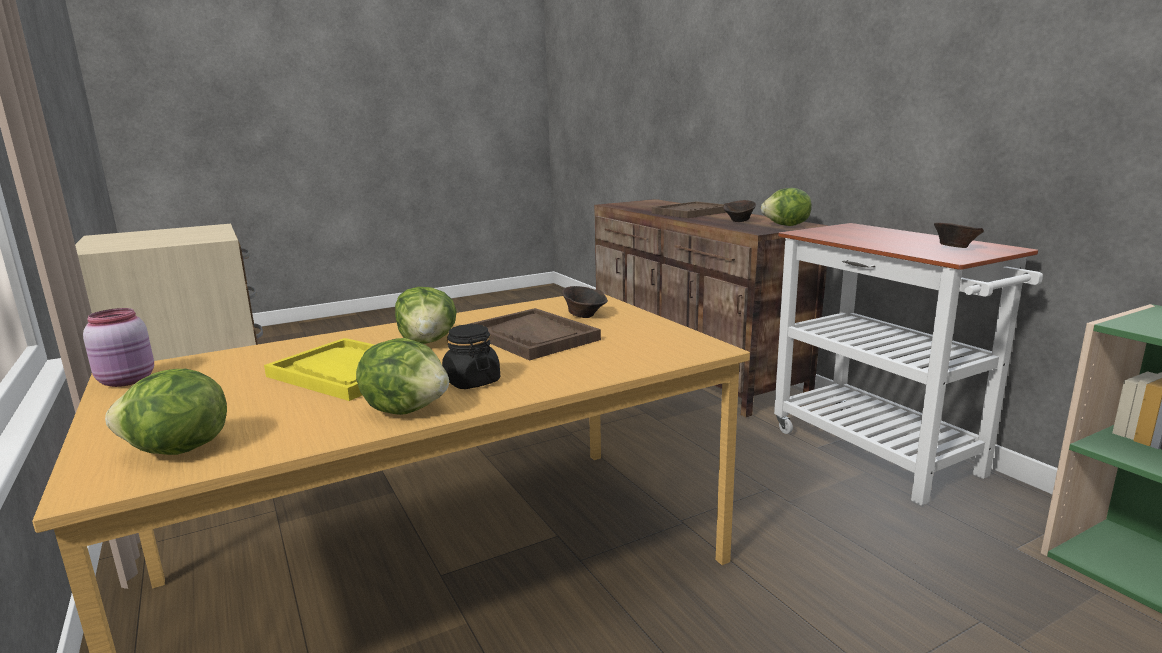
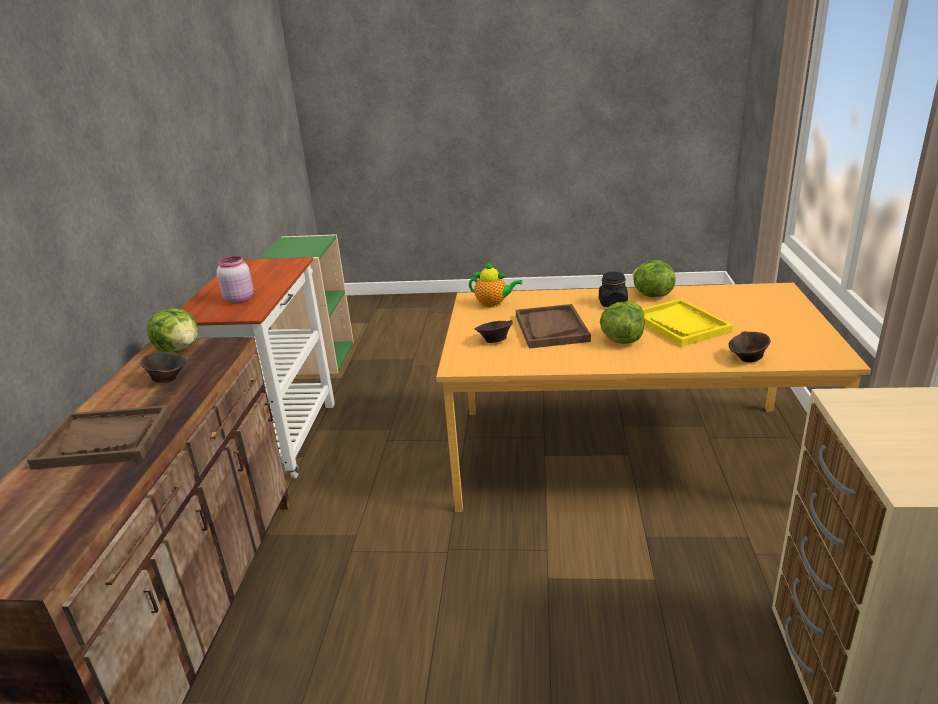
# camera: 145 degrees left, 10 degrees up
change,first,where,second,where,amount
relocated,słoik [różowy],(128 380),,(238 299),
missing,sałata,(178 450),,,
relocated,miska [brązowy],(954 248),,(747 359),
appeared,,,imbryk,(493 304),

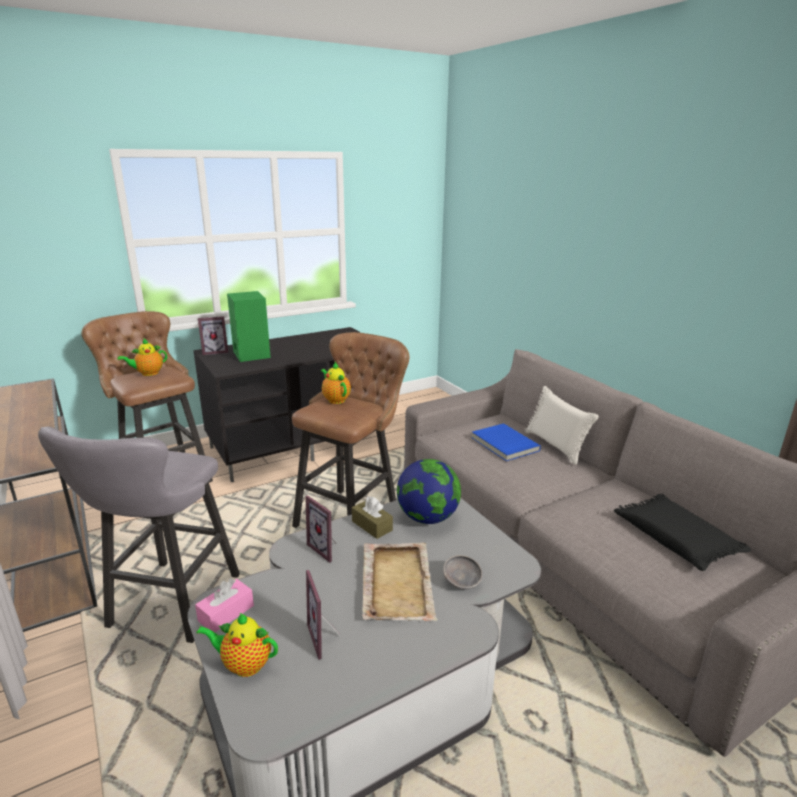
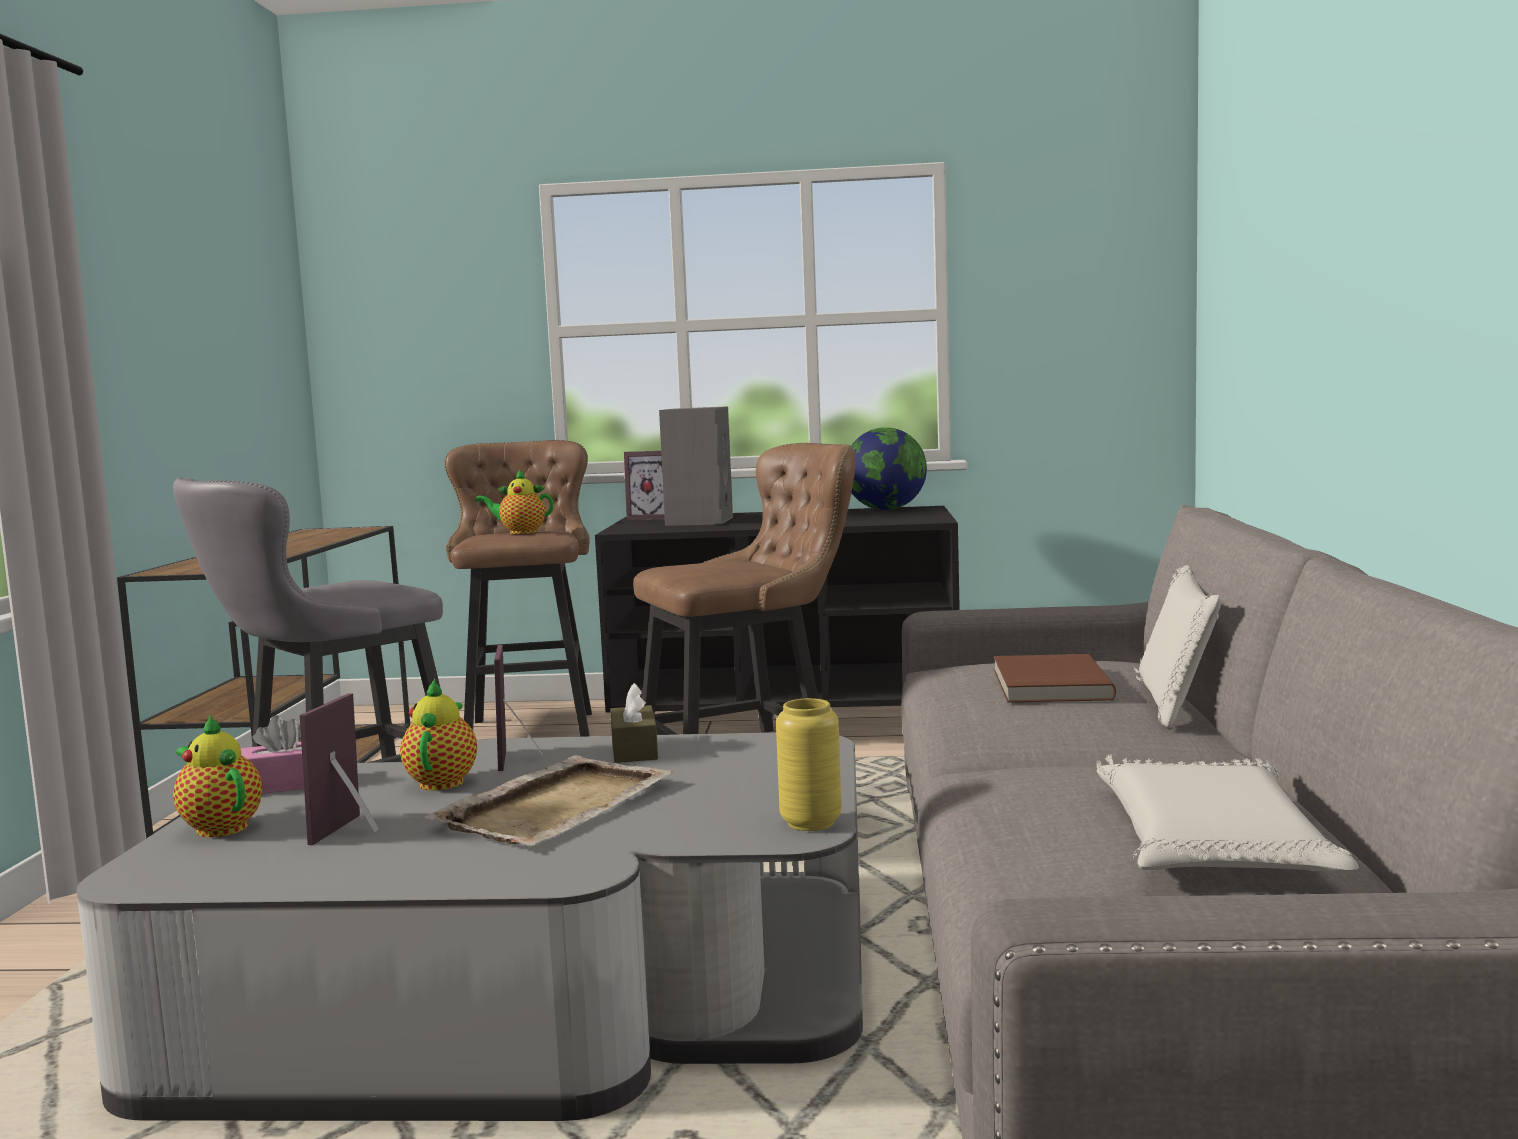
# camera: 35 degrees right, 15 degrees down
change,first,where,second,where,amount
colour,głośnik [zielony],(250 354),głośnik [szary],(698 521),
relocated,imbryk,(335 399),,(443 781),
relocated,globus,(427 518),,(886 509),
missing,miska [szary],(462 583),,,
colour,książka [niebieski],(503 444),książka [brązowy],(1048 685),
colour,poduszka [czarny],(676 536),poduszka [biały],(1211 837),
appeared,,,wazon [żółty],(811 823),

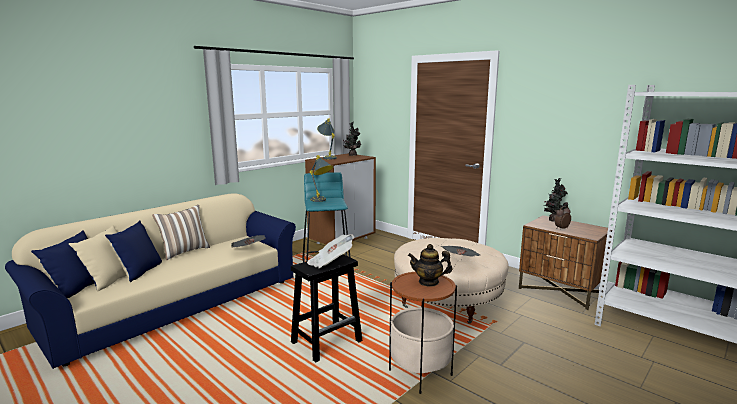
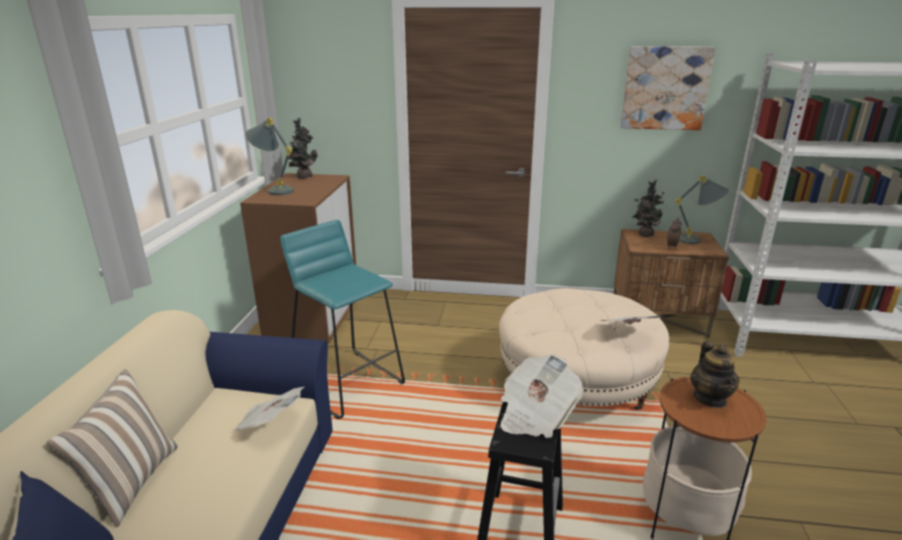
# camera: 35 degrees left, 10 degrees up
change,first,where,second,where,amount
relocated,lampa stołowa [szary],(321 201),,(697 241),
spun,imbryk,(429 282),,(710 398),60 degrees counterclockwise
appeared,,,obraz,(665 88),

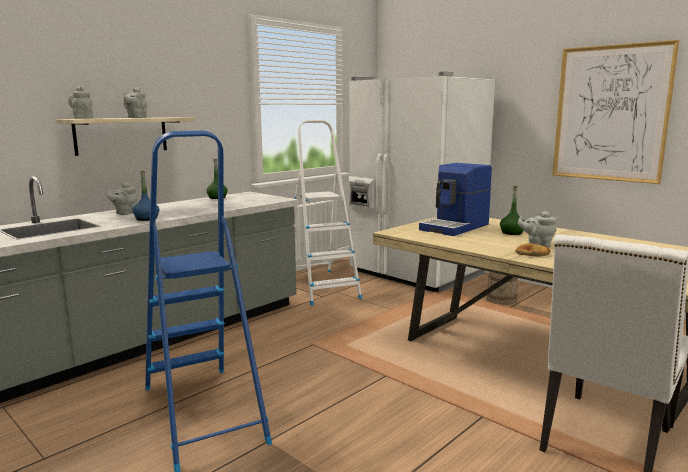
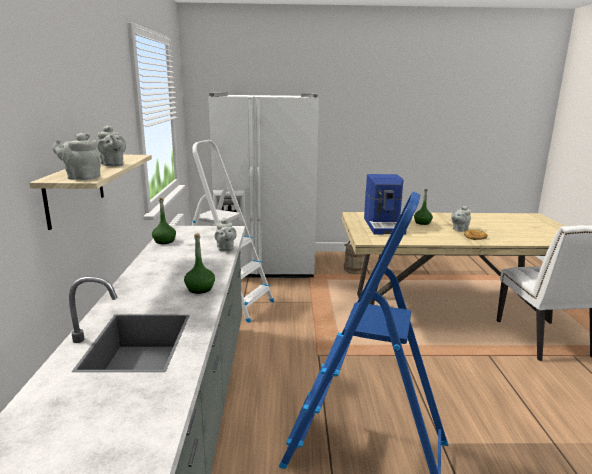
# camera: 45 degrees left, 5 degrees up
change,first,where,second,where,amount
relocated,imbryk [szary],(125 213),,(225 249),
colour,butelka [niebieski],(146 219),butelka [zielony],(200 289),
missing,obraz,(610 113),,,

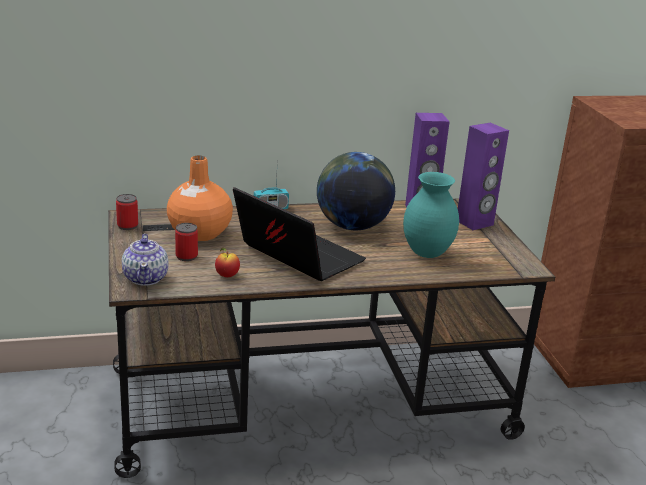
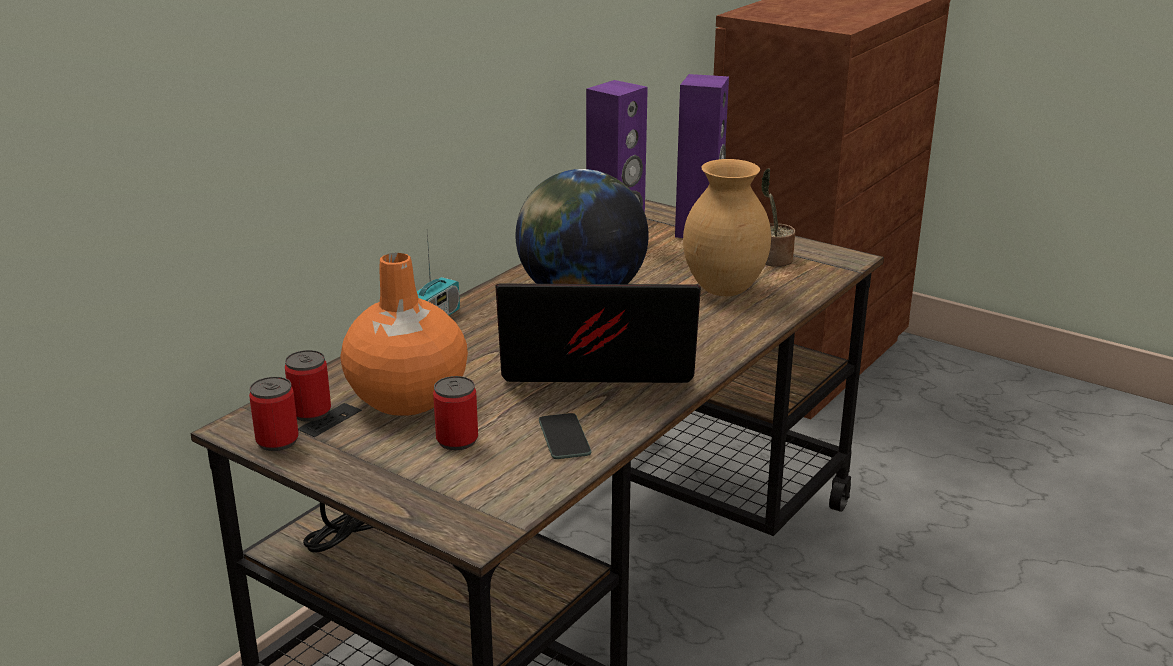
# camera: 40 degrees left, 0 degrees up
change,first,where,second,where,amount
missing,imbryk,(146 278),,,
exchanged,jabłko,(227 275),telefon,(564 437),
colour,wazon [turkusowy],(427 253),wazon [brązowy],(725 290),
appeared,,,puszka,(311 412),
appeared,,,roślina doniczkowa,(772 260),

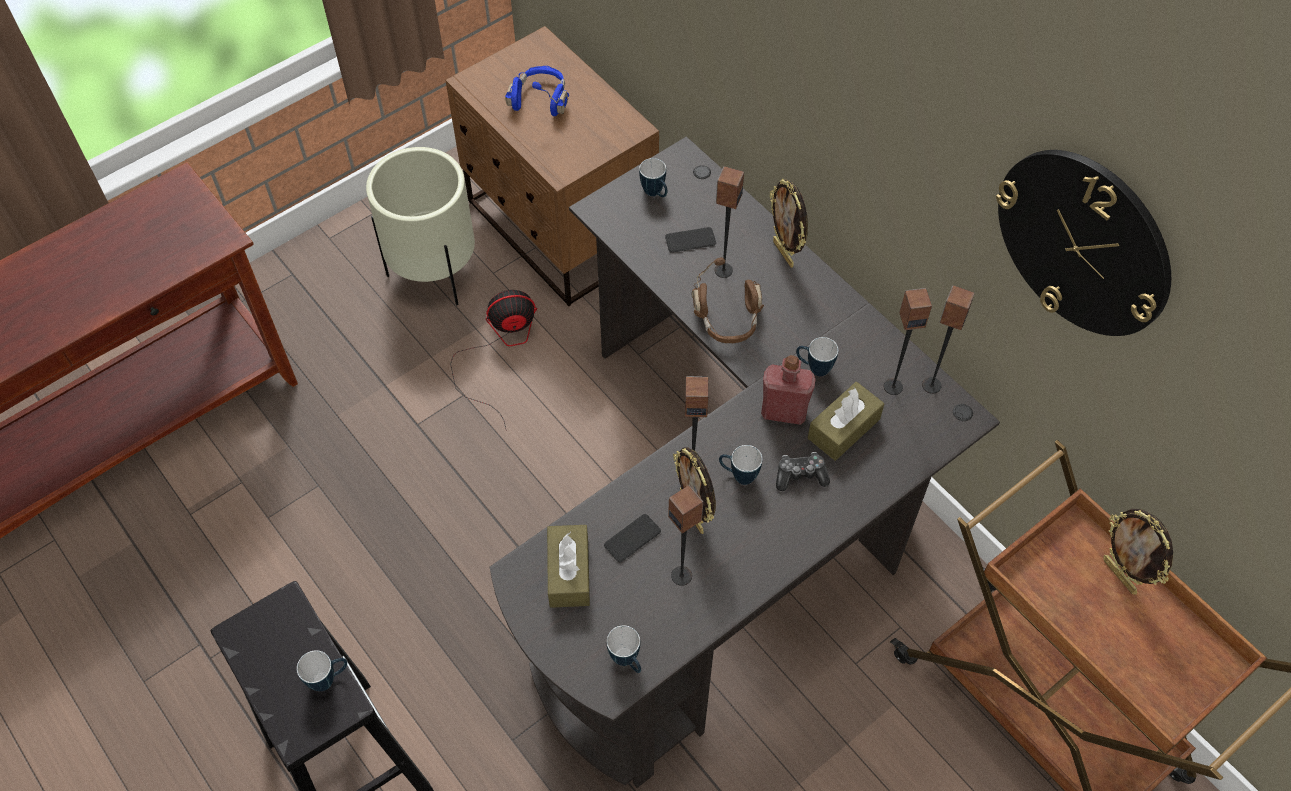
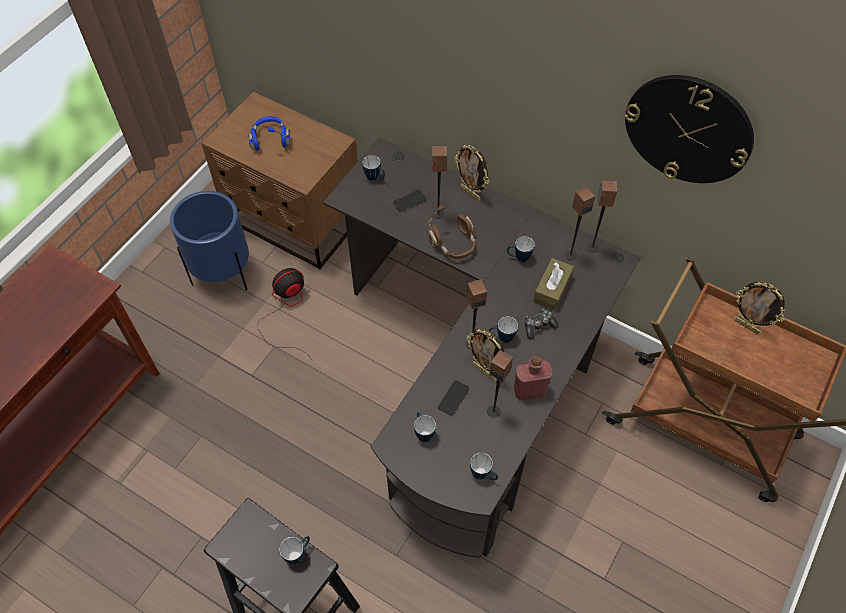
# camera: 20 degrees left, 0 degrees up
change,first,where,second,where,amount
colour,donica [beżowy],(434 273),donica [niebieski],(222 274),
exchanged,pudełko chusteczek [brązowy],(569 572),kubek,(423 432),
relocated,butelka [czerwony],(783 411),,(529 390),

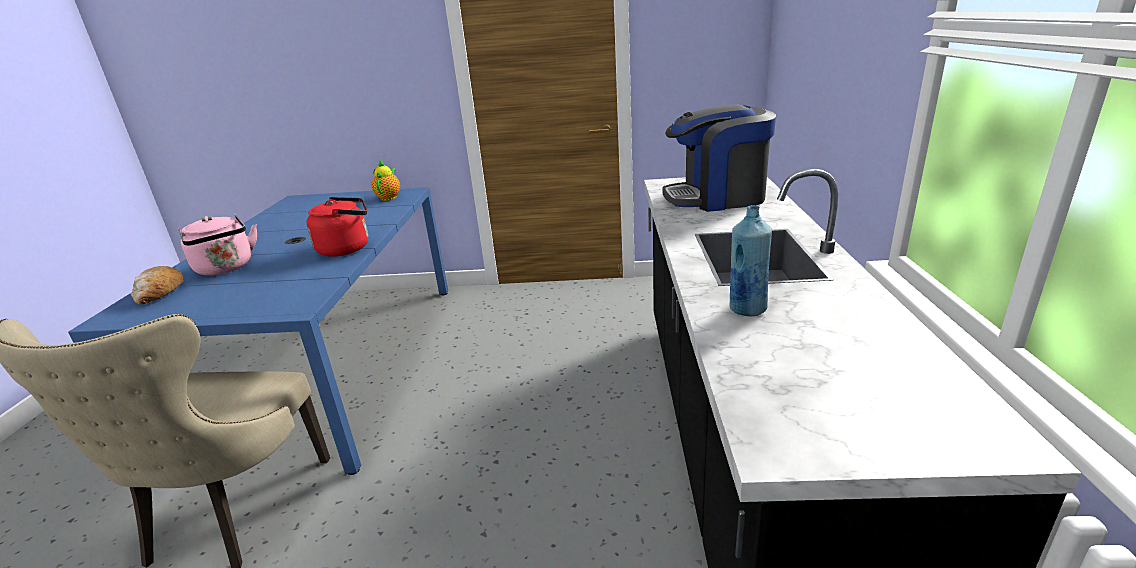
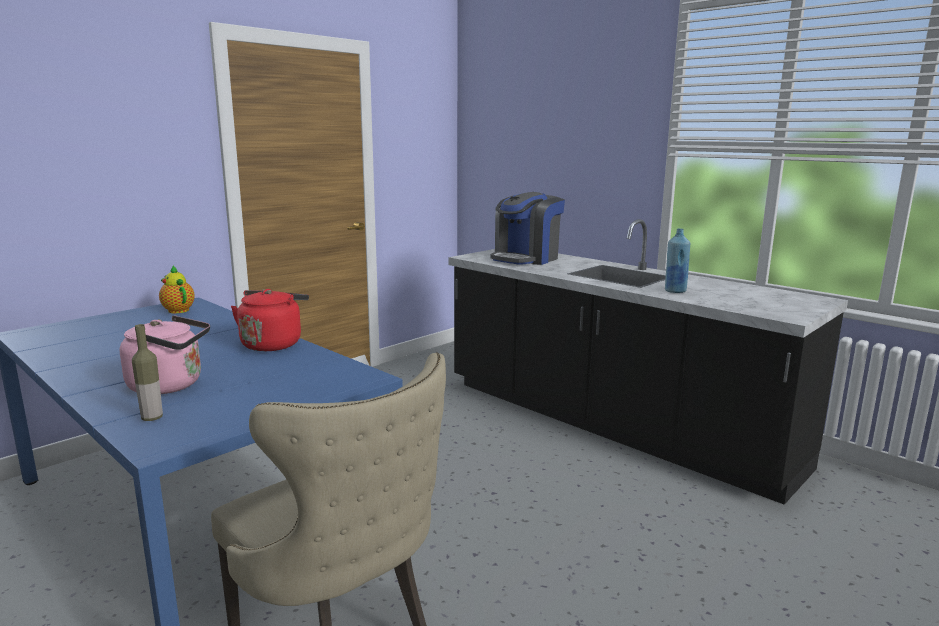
# camera: 50 degrees left, 10 degrees down
change,first,where,second,where,amount
exchanged,chleb,(159 293),butelka,(152 418),

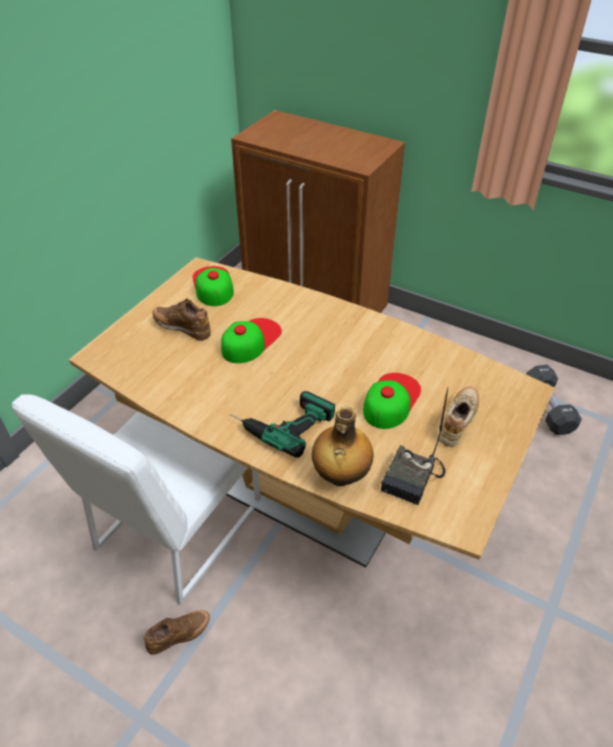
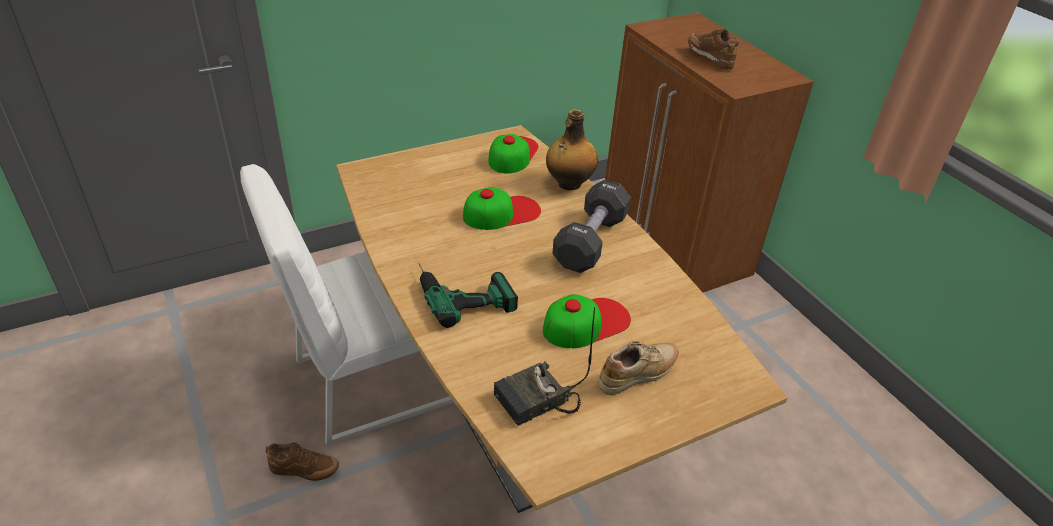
# camera: 30 degrees right, 5 degrees down
change,first,where,second,where,amount
relocated,but [brązowy],(182 328),,(709 58),
relocated,butelka,(340 476),,(568 184),
relocated,hantel [czarny],(548 408),,(590 241),

